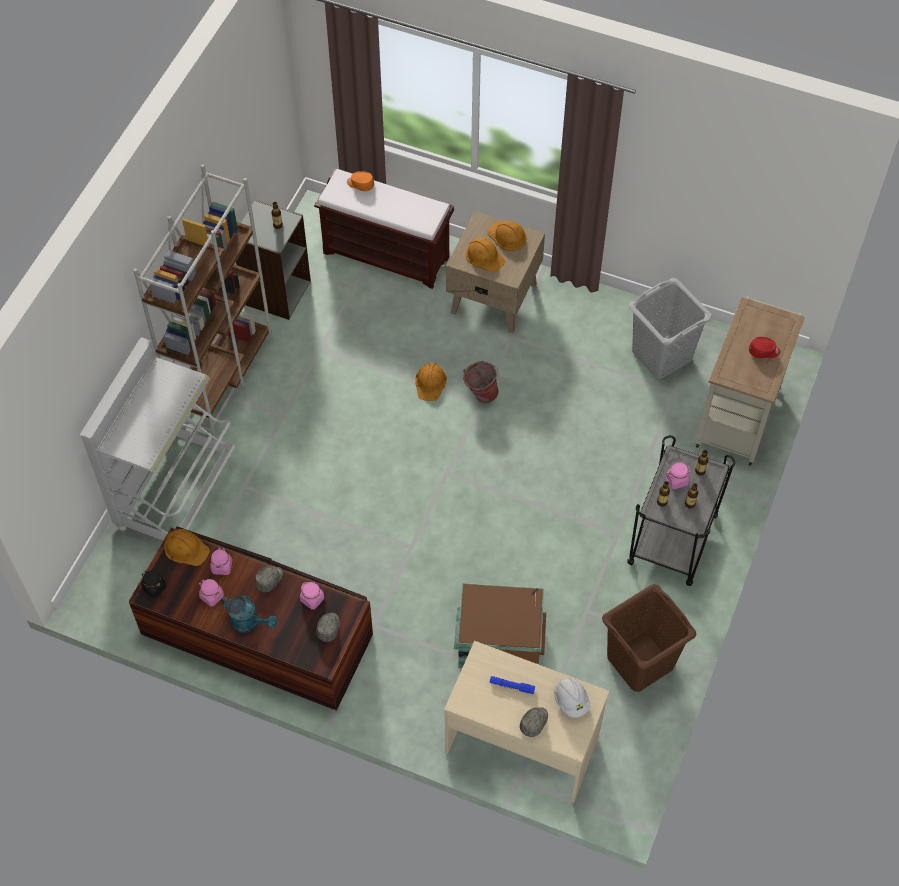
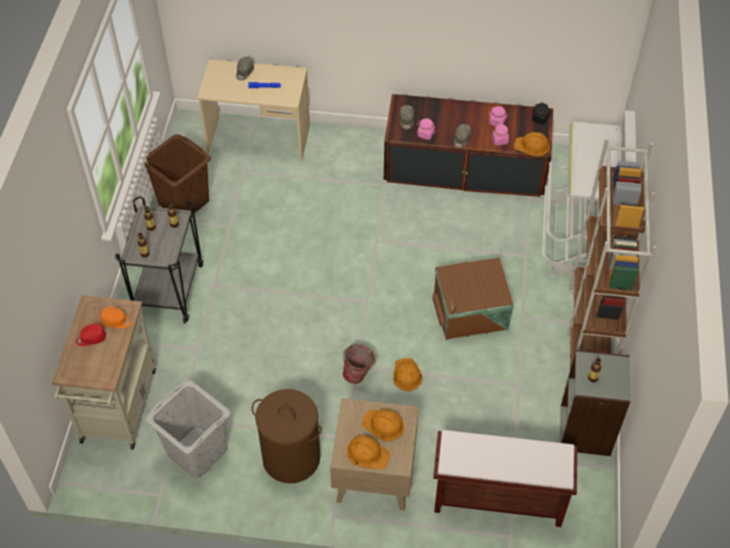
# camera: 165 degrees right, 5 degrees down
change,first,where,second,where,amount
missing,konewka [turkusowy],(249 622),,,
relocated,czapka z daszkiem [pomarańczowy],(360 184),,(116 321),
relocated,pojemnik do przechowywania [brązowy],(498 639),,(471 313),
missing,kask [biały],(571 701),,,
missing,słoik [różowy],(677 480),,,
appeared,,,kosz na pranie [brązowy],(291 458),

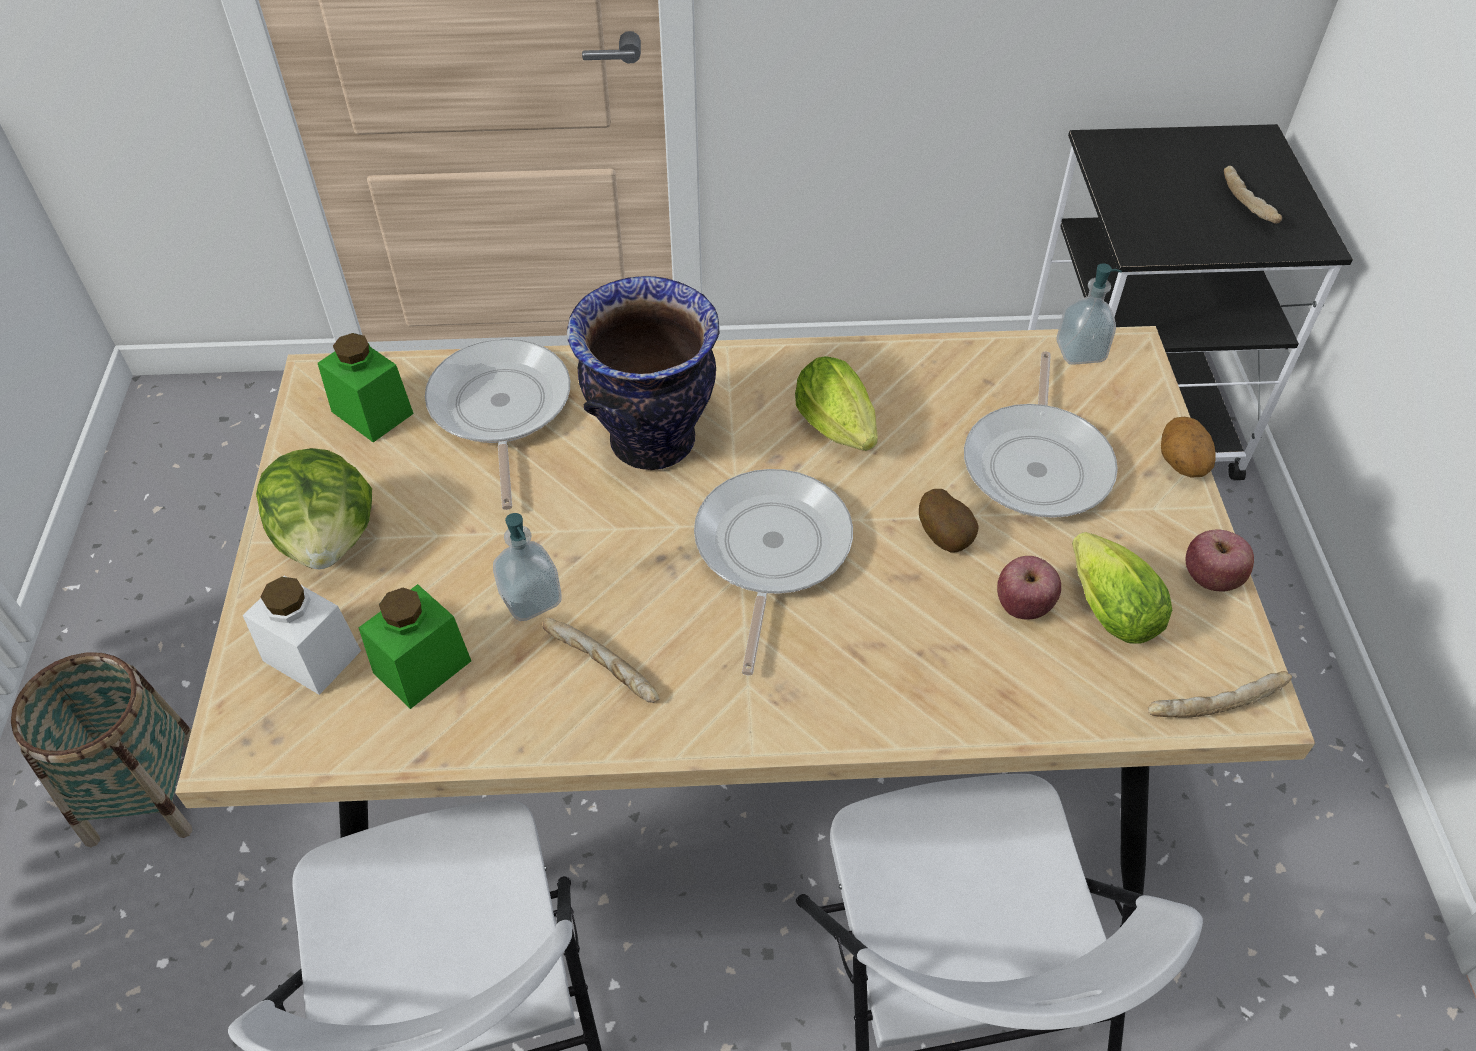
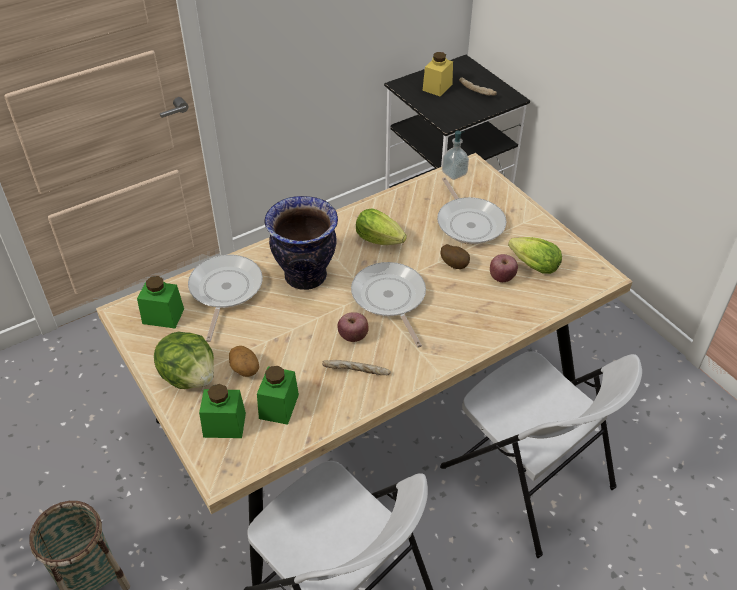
# camera: 30 degrees left, 5 degrees down
change,first,where,second,where,amount
colour,słoik [biały],(312 655),słoik [zielony],(224 425),
spun,patelnia,(500 409),,(224 291),45 degrees clockwise
missing,dozownik mydła,(531 598),,,
missing,chleb,(1214 701),,,
relocated,ziemniak,(1180 464),,(244 370),
relocated,jabłko,(1210 578),,(353 336),
appeared,,,słoik [żółty],(437 87),

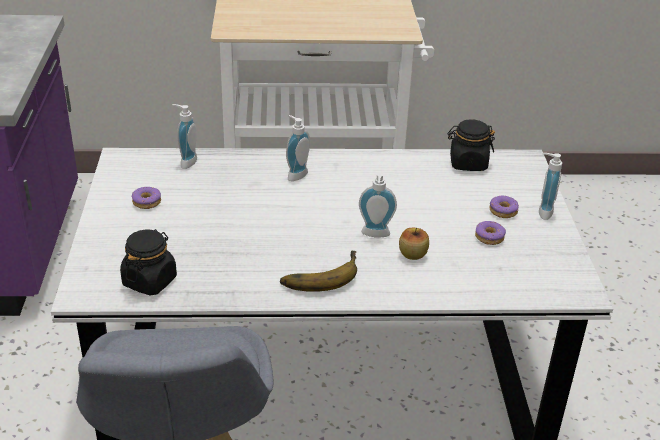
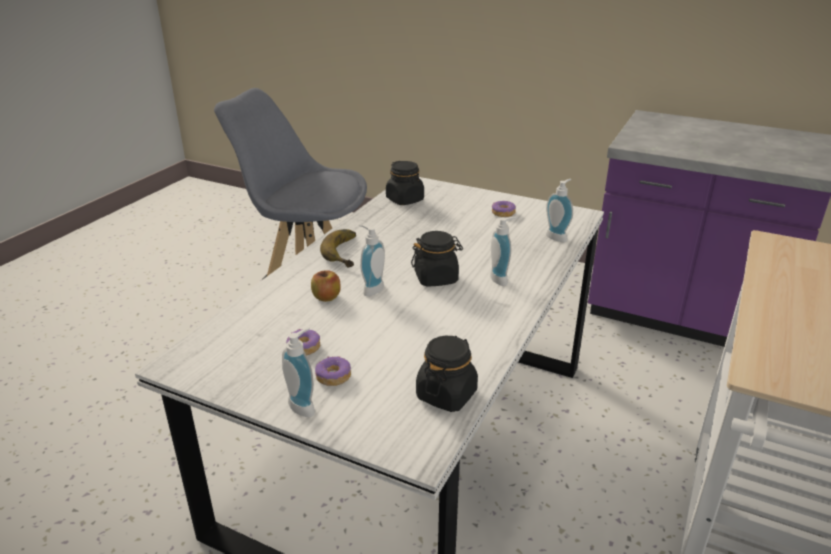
# camera: 120 degrees right, 5 degrees down
change,first,where,second,where,amount
appeared,,,słoik [czarny],(436 278),

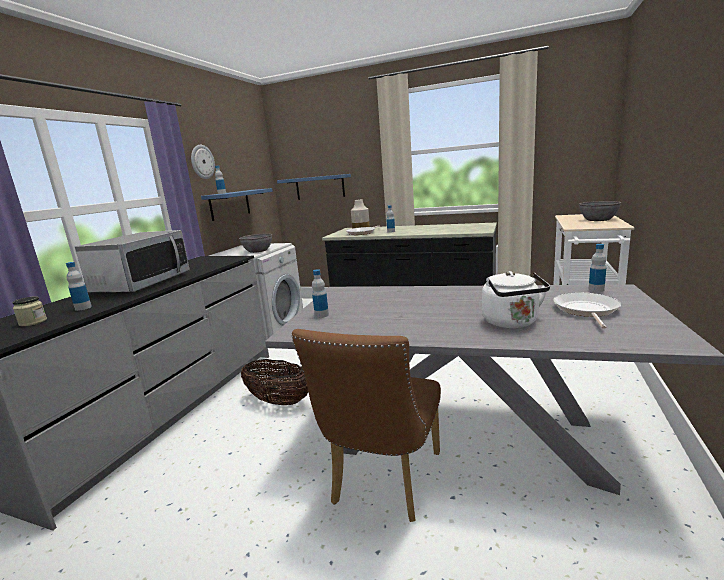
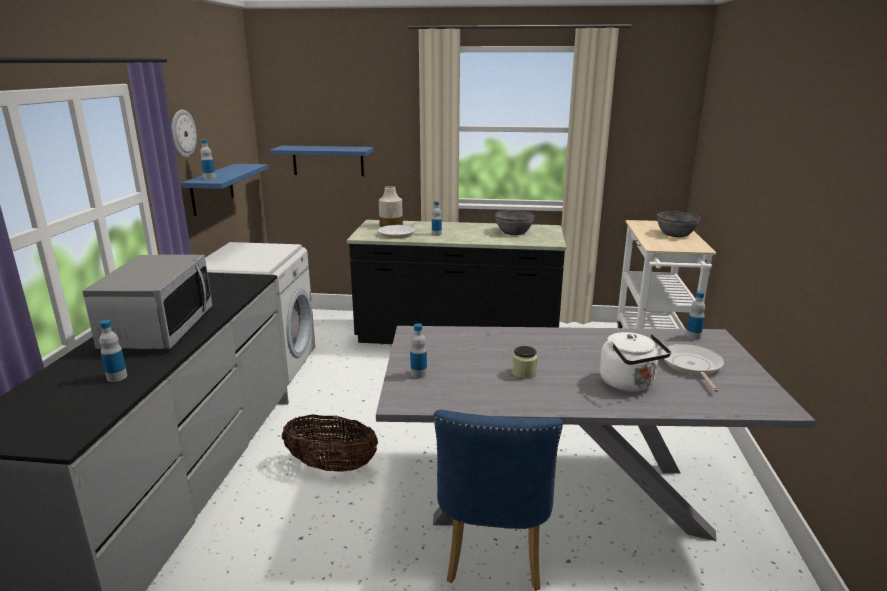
# camera: 15 degrees left, 5 degrees up
change,first,where,second,where,amount
relocated,słoik,(33 322),,(524 373),
relocated,miska [szary],(258 250),,(513 232),
colour,krzesło [brązowy],(382 483),krzesło [niebieski],(493 554),

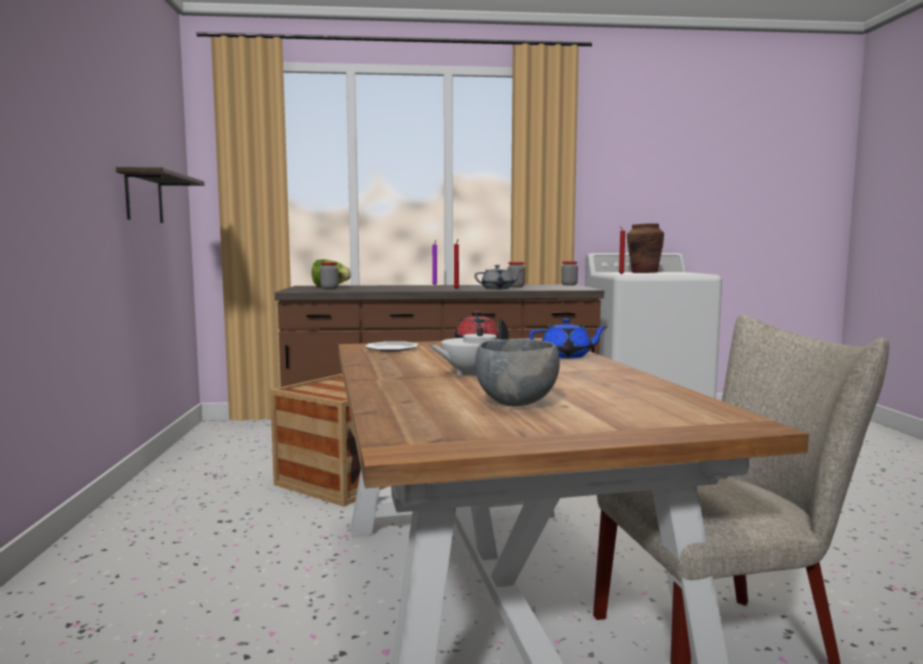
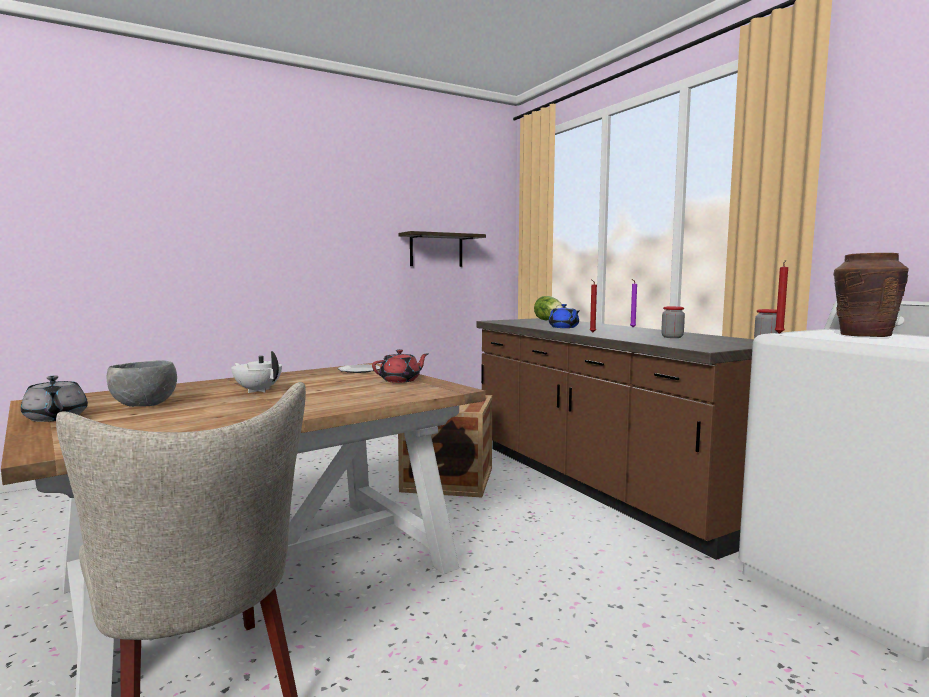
# camera: 65 degrees right, 0 degrees up
change,first,where,second,where,amount
missing,słoik,(329 288),,,
relocated,imbryk [szary],(498 289),,(55 418),
relocated,imbryk [niebieski],(567 356),,(564 327),

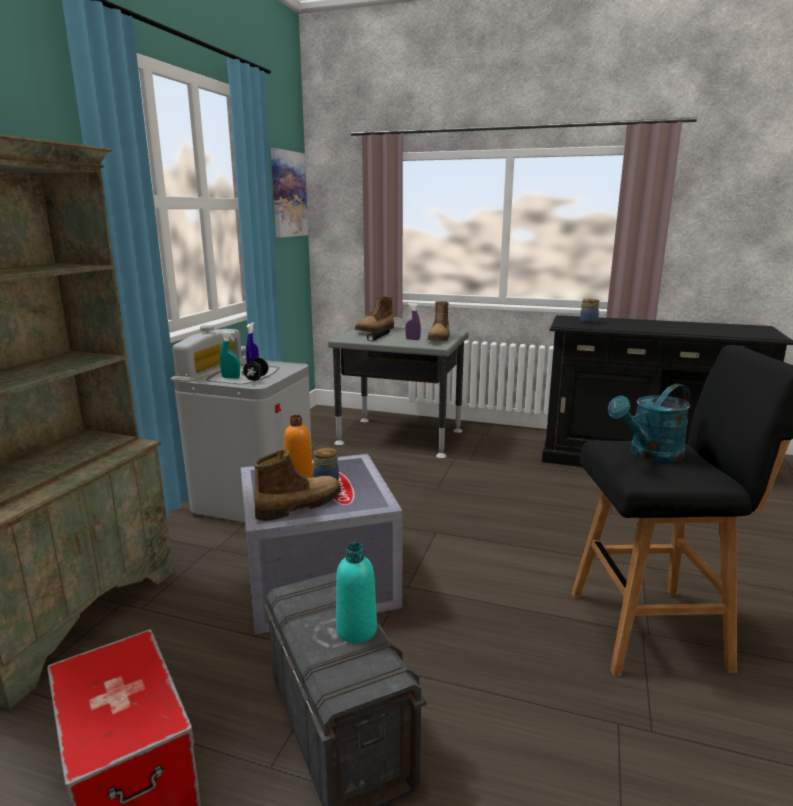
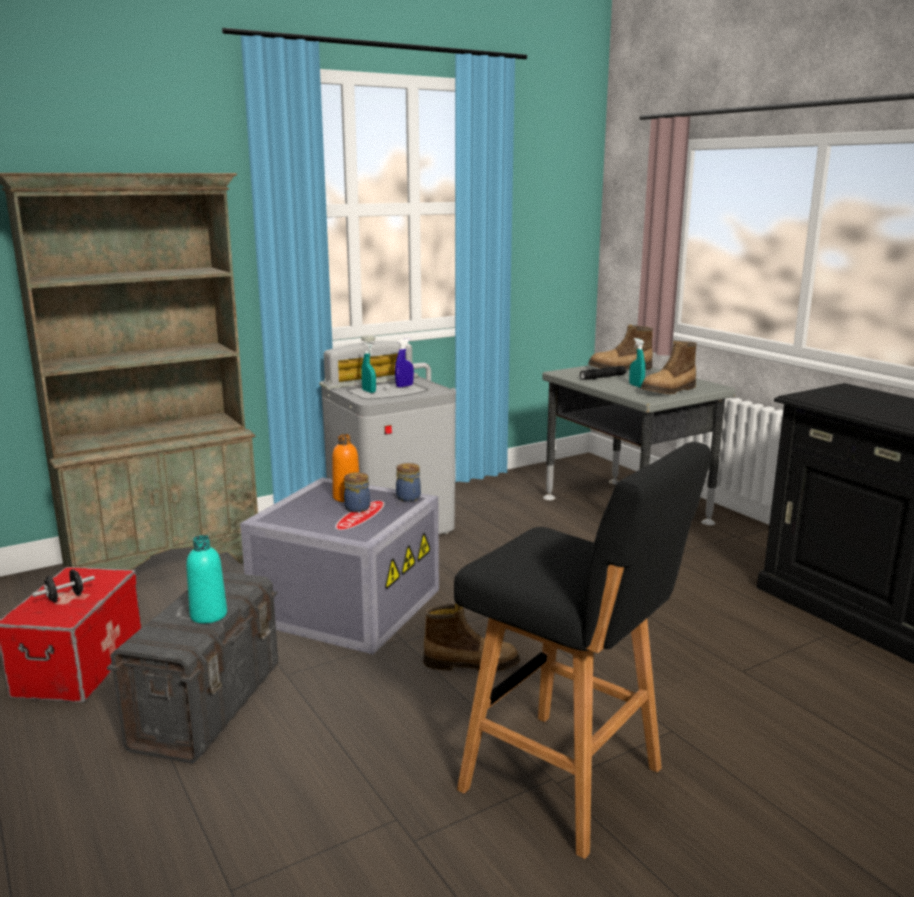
# camera: 40 degrees right, 0 degrees up
change,first,where,second,where,amount
relocated,hantel [czarny],(256 378),,(65 598),
relocated,but z cholewką,(298 506),,(471 664),
missing,obraz,(288 194),,,
colour,spryskiwacz [fioletowy],(412 339),spryskiwacz [turkusowy],(636 385),
relocated,słoik,(588 322),,(408 497),
missing,konewka [turkusowy],(650 455),,,

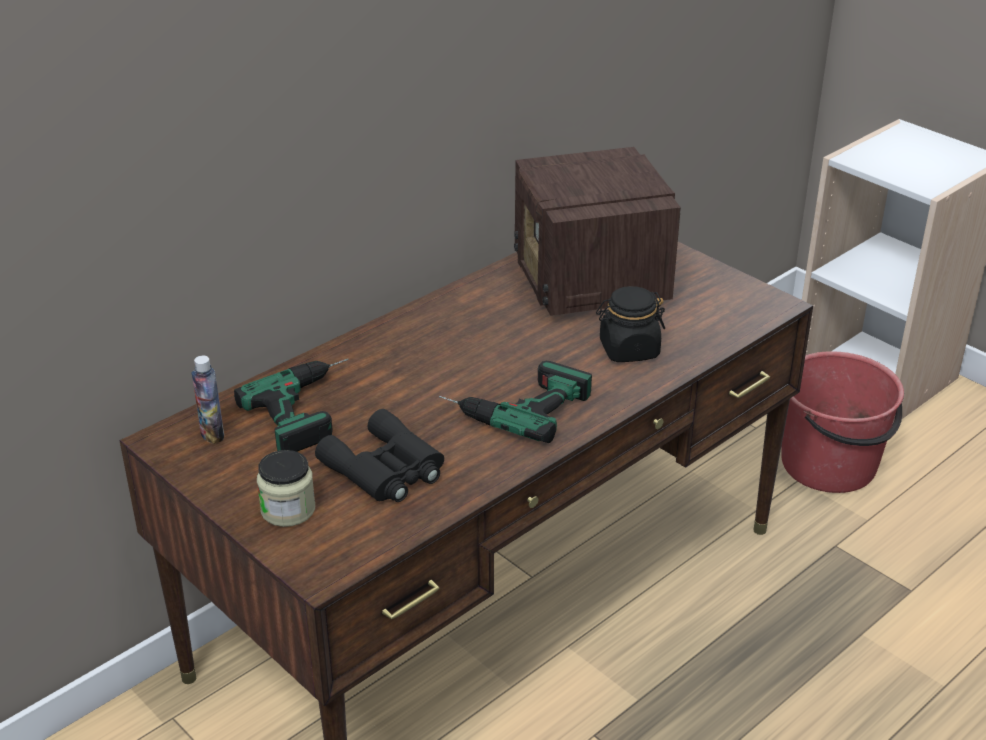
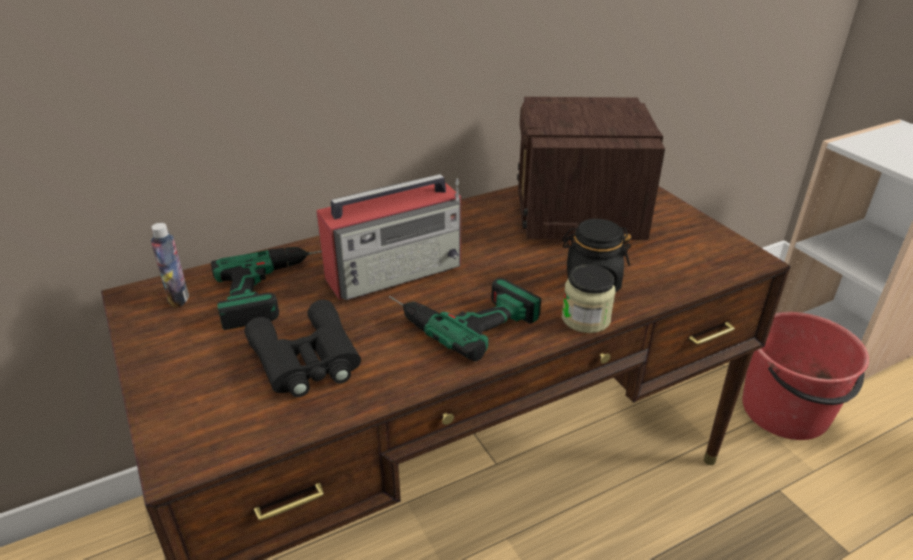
# camera: 15 degrees right, 0 degrees up
change,first,where,second,where,amount
relocated,słoik,(288 510),,(585 319),
appeared,,,radio,(396 271),

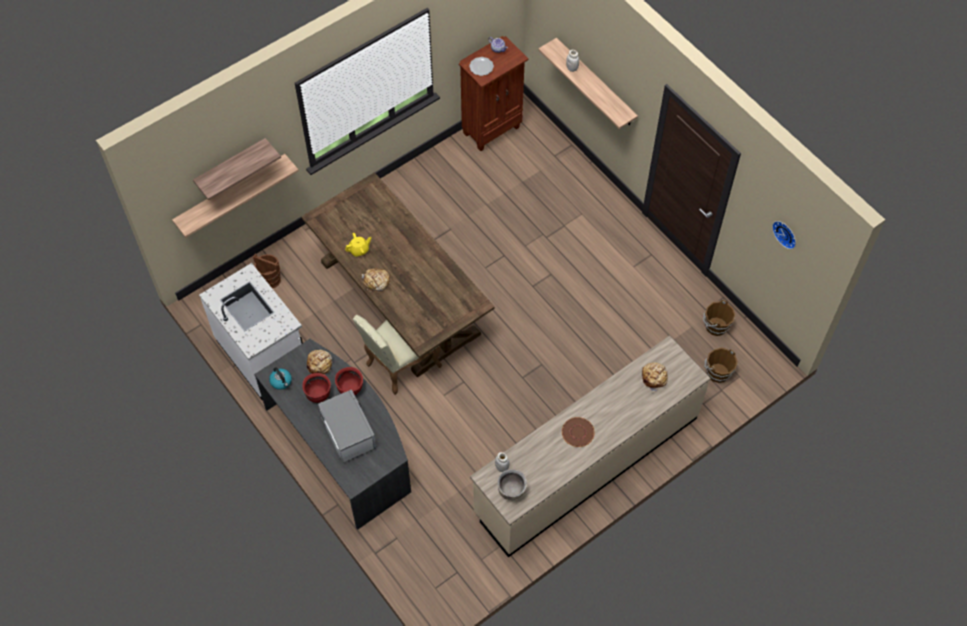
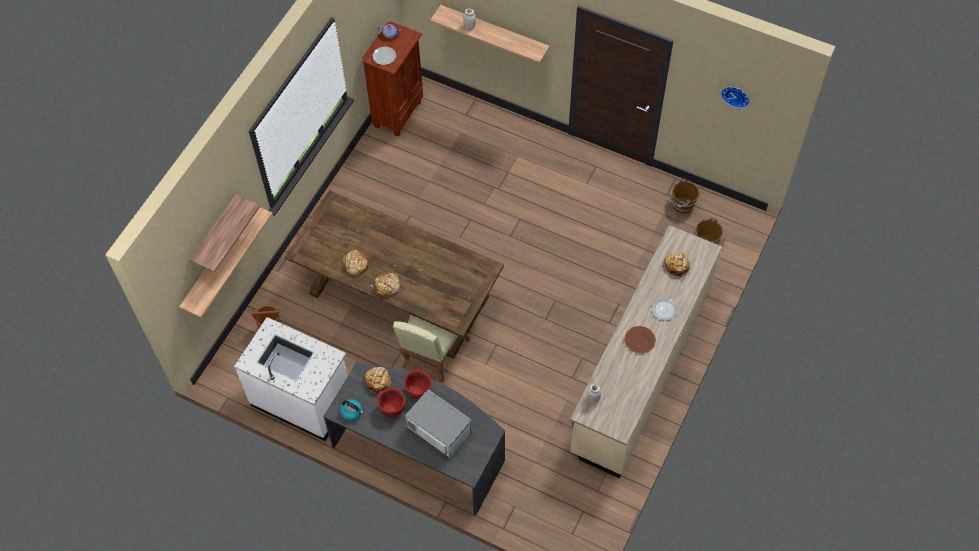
# camera: 25 degrees left, 0 degrees up
change,first,where,second,where,amount
exchanged,imbryk [żółty],(359 250),chleb,(355 265),
missing,garnek [brązowy],(511 491),,,
appeared,,,talerz,(664 310),

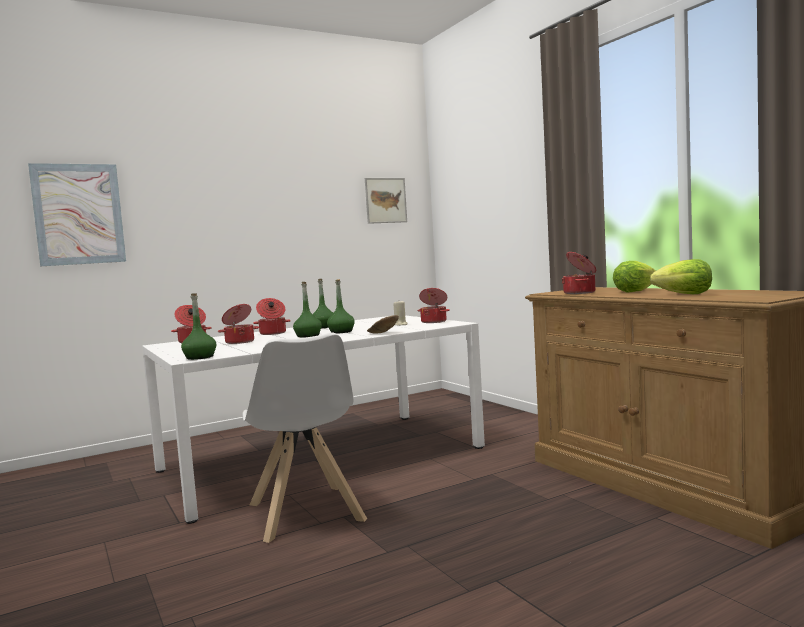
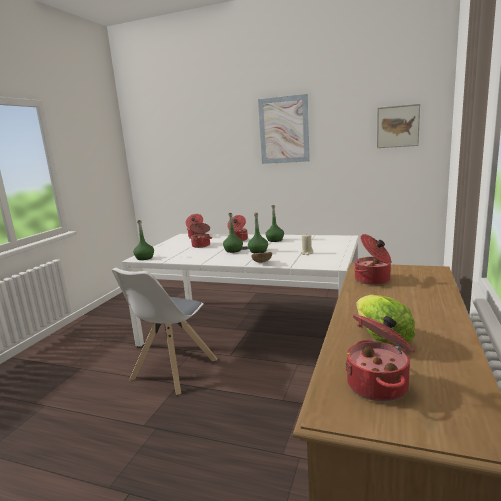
# camera: 50 degrees right, 10 degrees up
change,first,where,second,where,amount
relocated,obraz,(78 214),,(284 130),
relocated,garnek,(434 321),,(379 385),
missing,sałata,(634 291),,,

